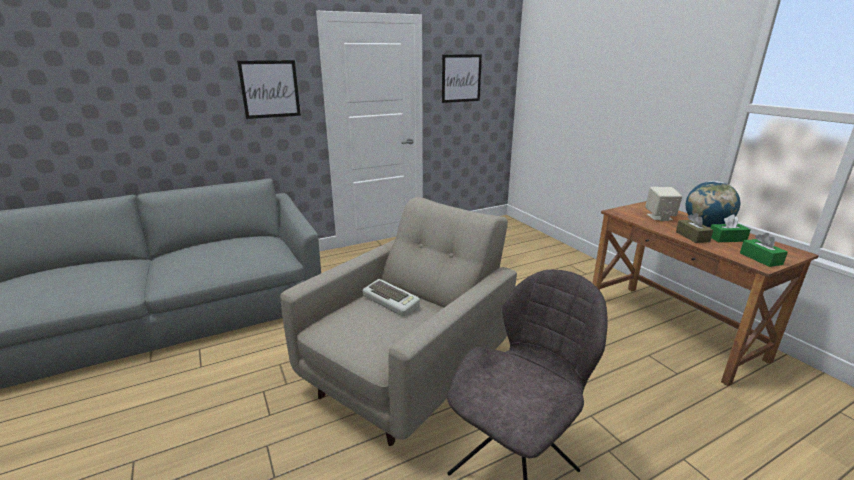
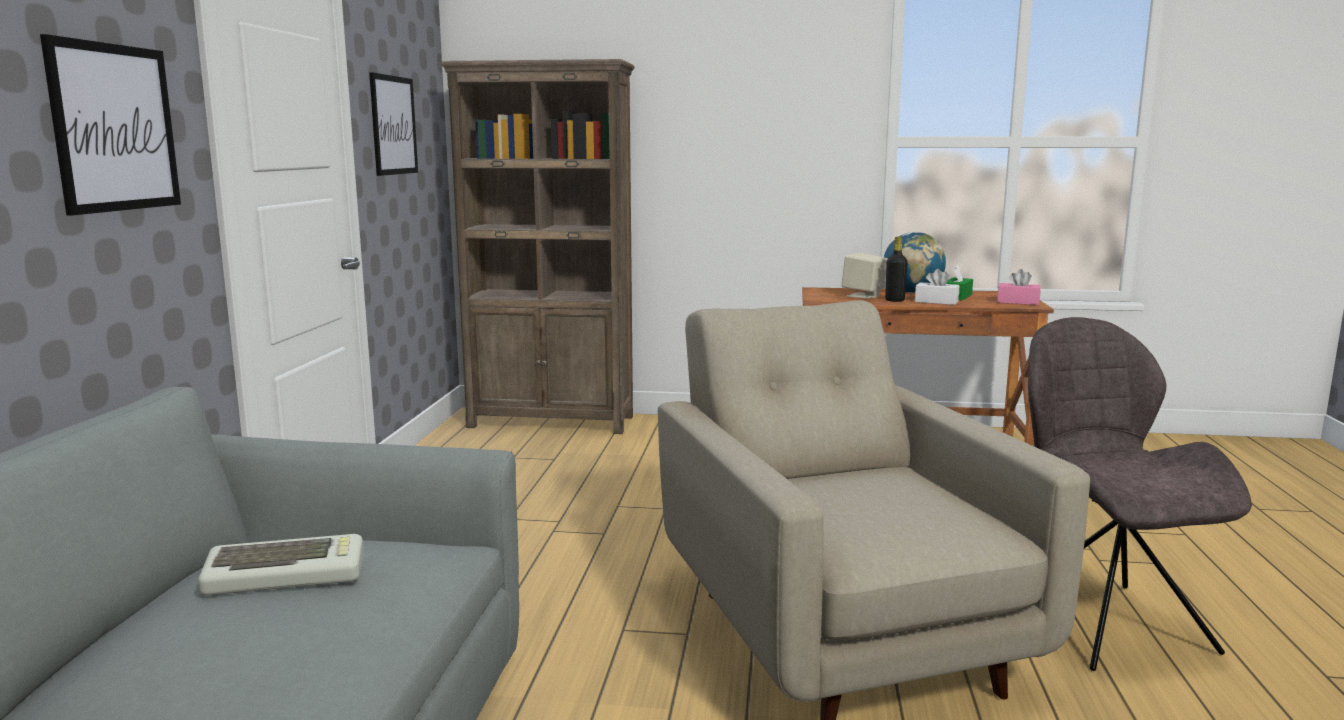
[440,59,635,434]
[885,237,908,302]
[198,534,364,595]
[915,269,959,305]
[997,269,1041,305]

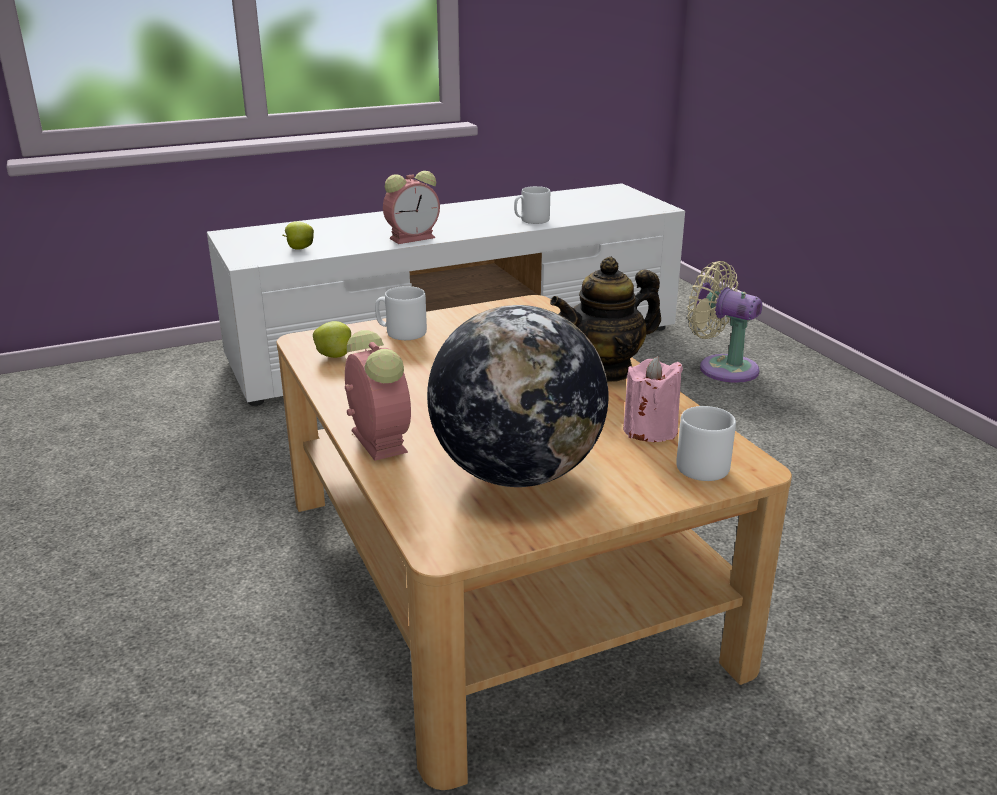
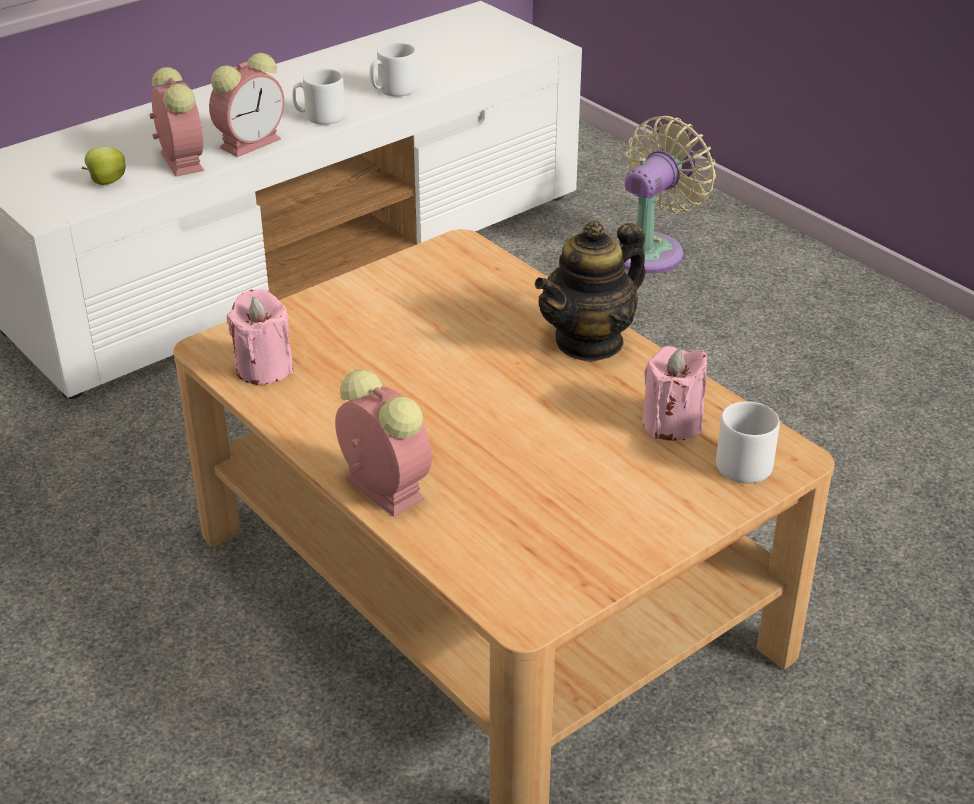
[427,305,609,487] (first image)
[150,67,204,177]
[292,69,345,125]
[226,289,293,385]
[615,116,716,274]

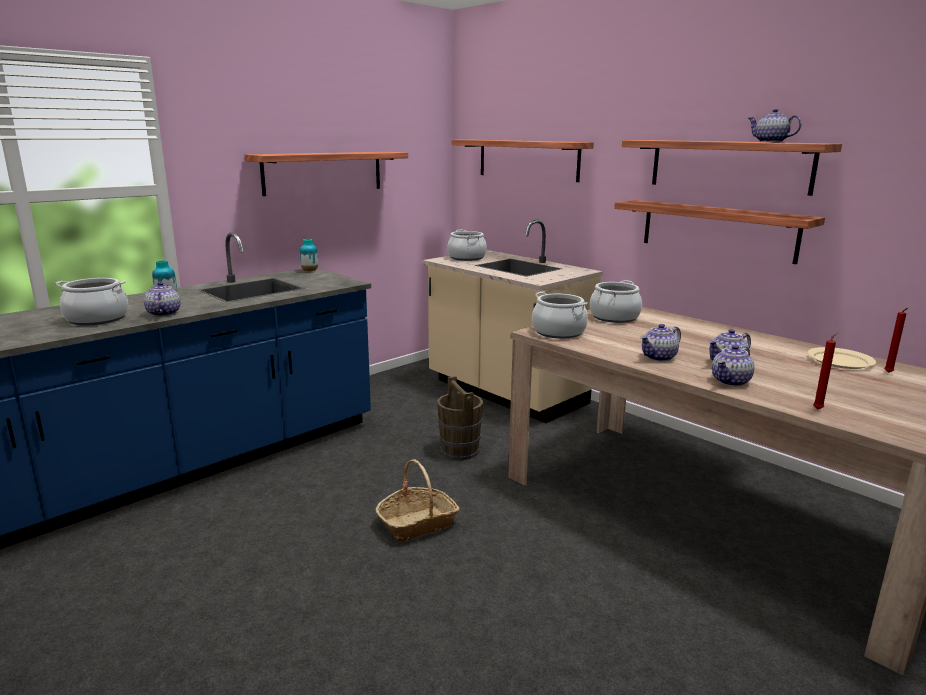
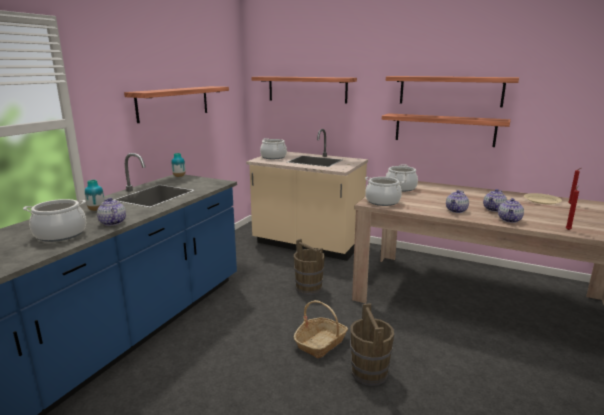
[748,109,802,142] (first image)
[351,303,394,386]

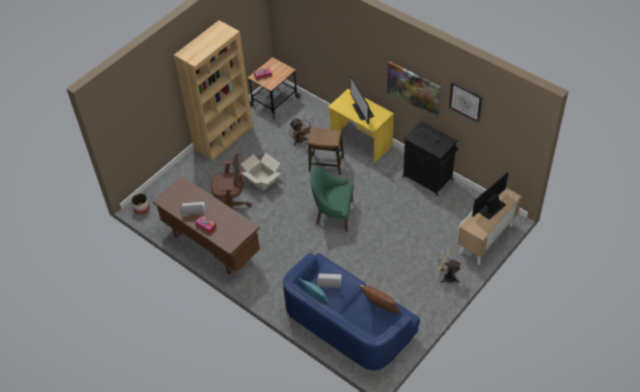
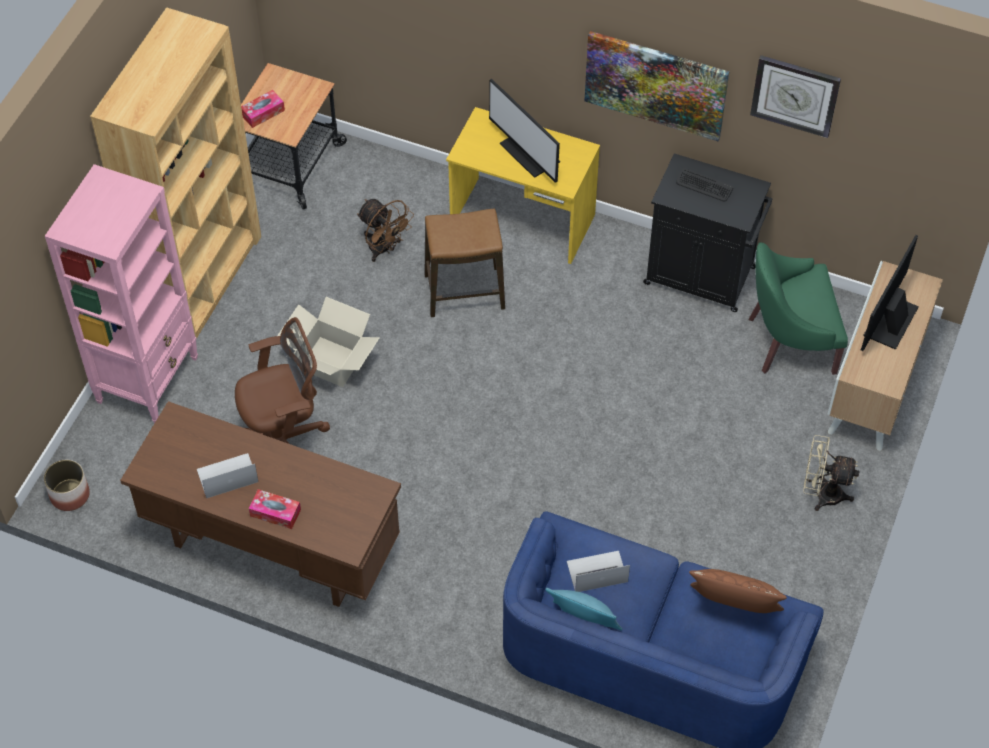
[45,164,198,423]
[748,242,848,375]

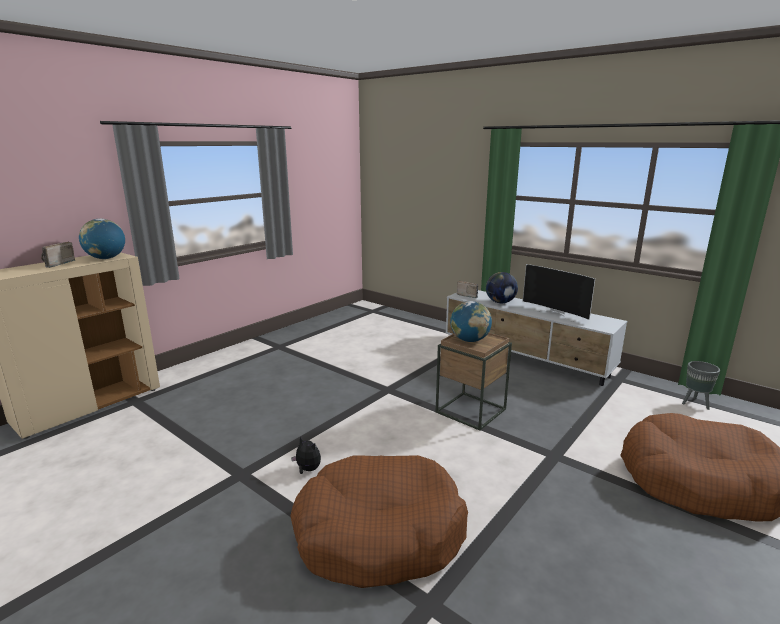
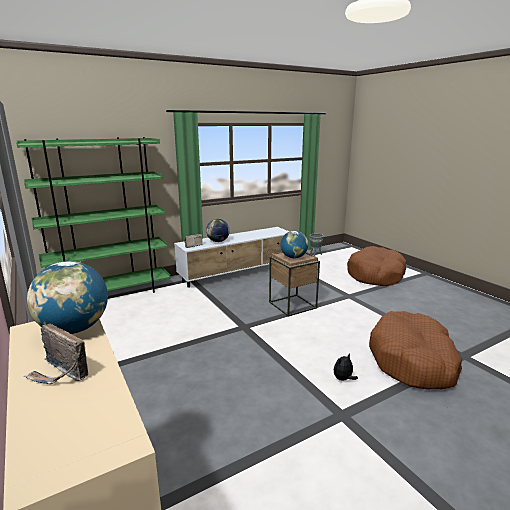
[523,264,595,322] (first image)
[16,137,171,293]

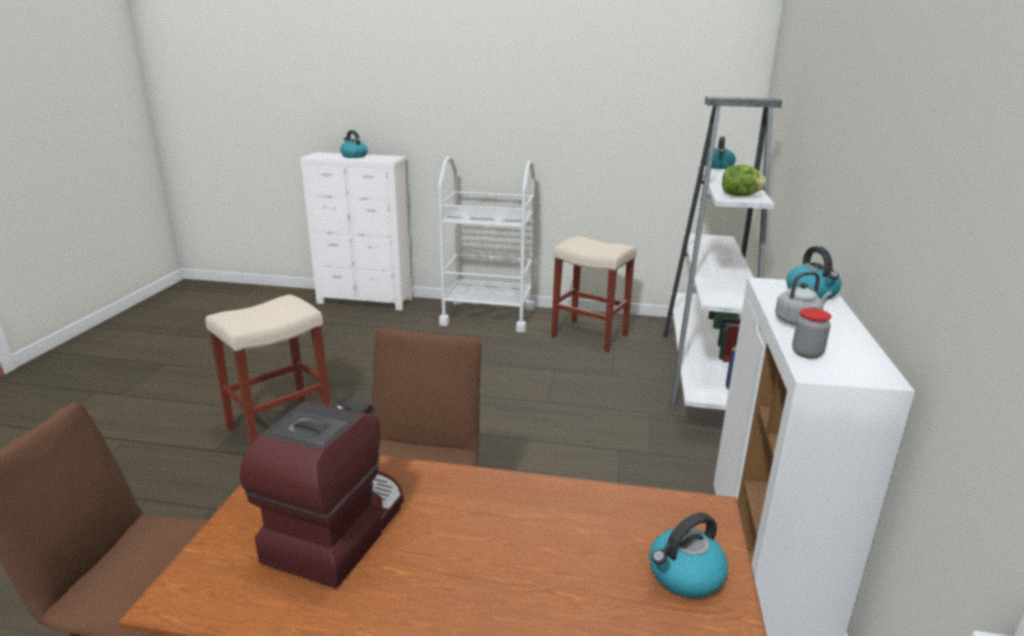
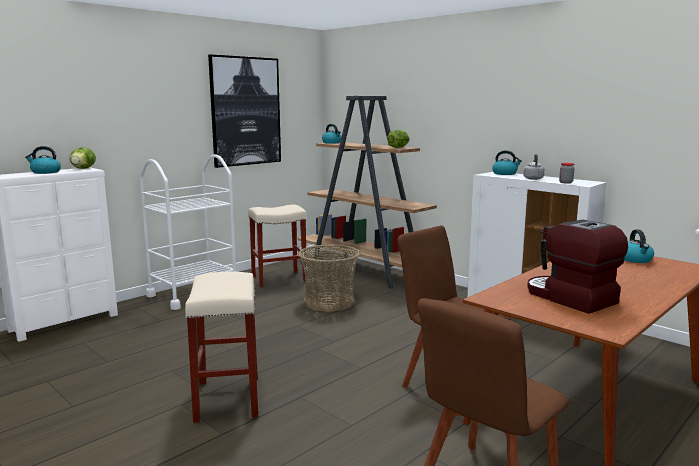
[70,147,96,169]
[208,54,281,168]
[298,244,360,312]
[298,96,437,289]

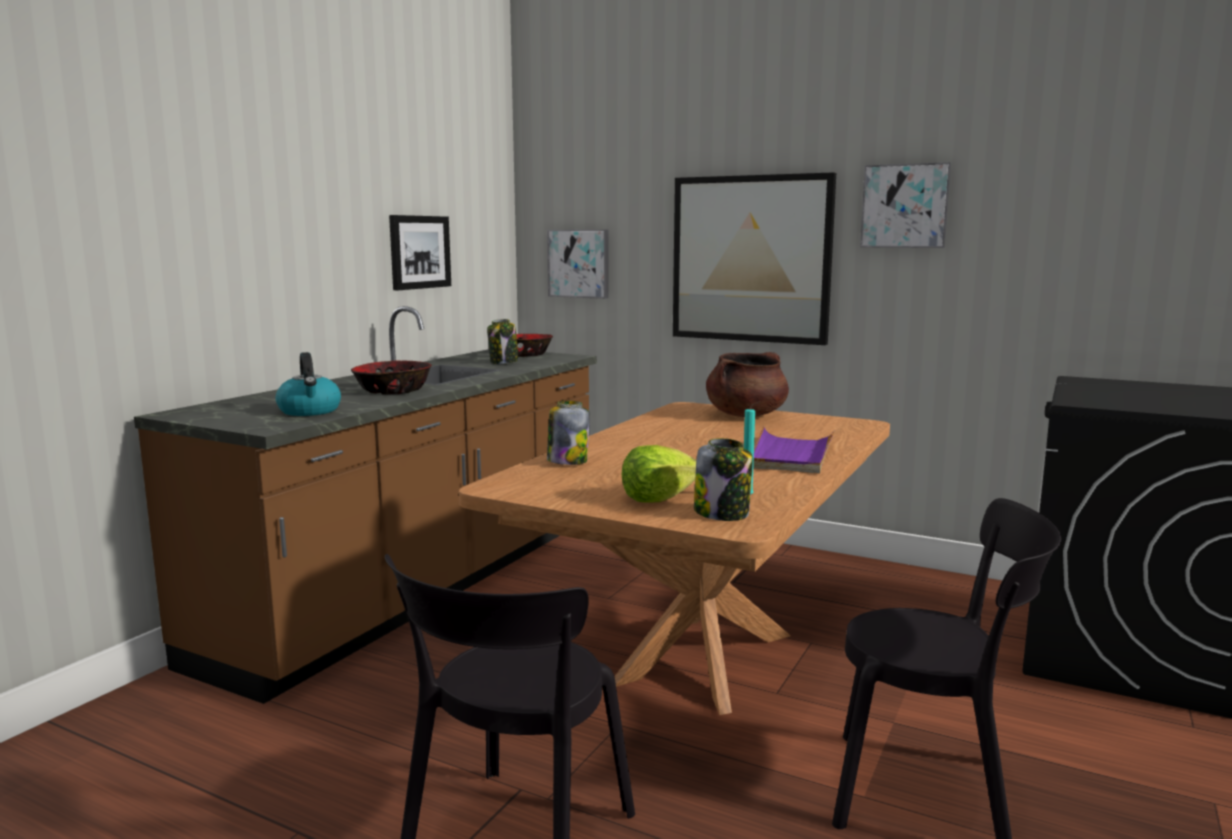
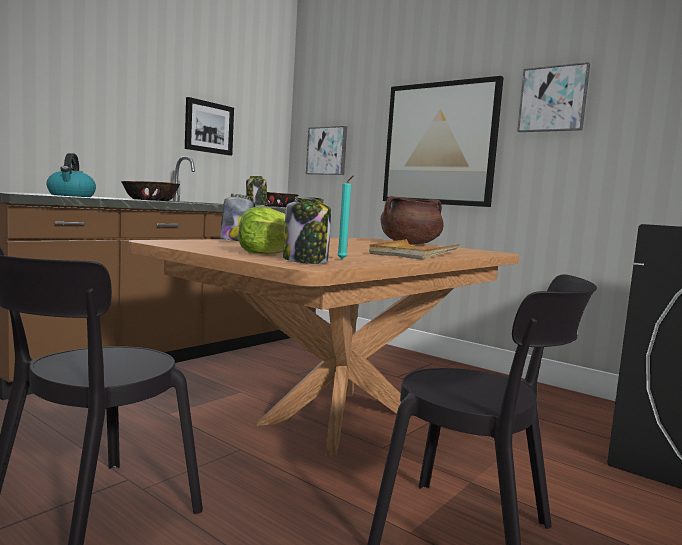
[369,239,460,260]

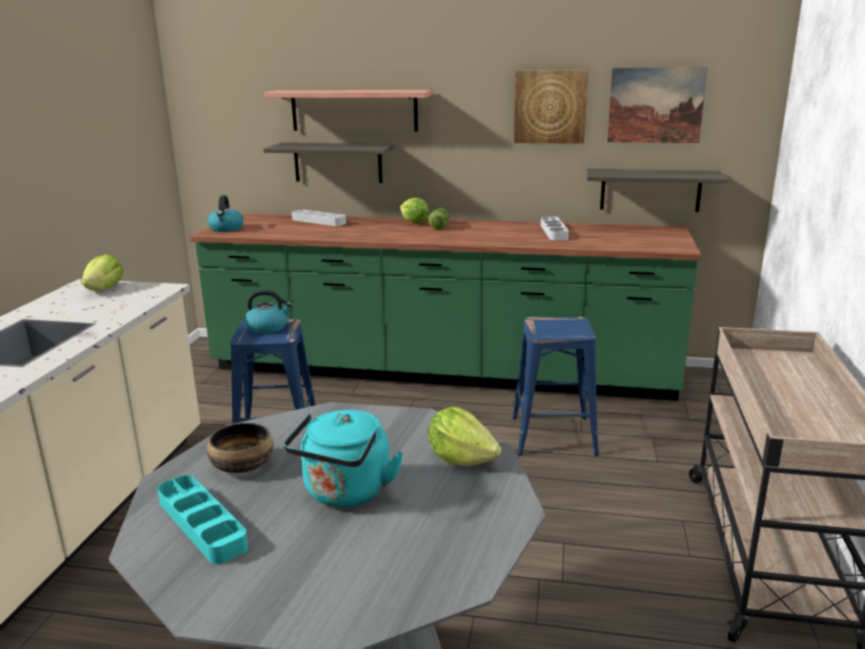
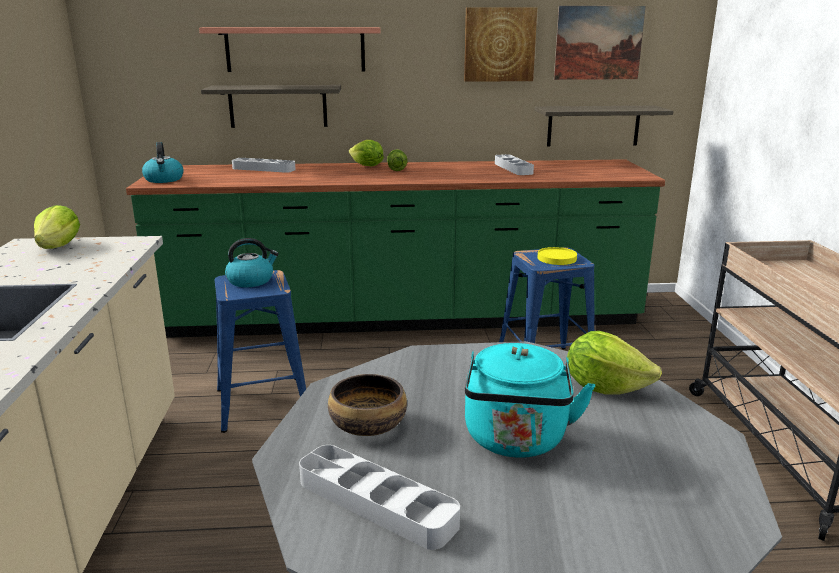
[538,247,577,265]
[299,445,460,550]

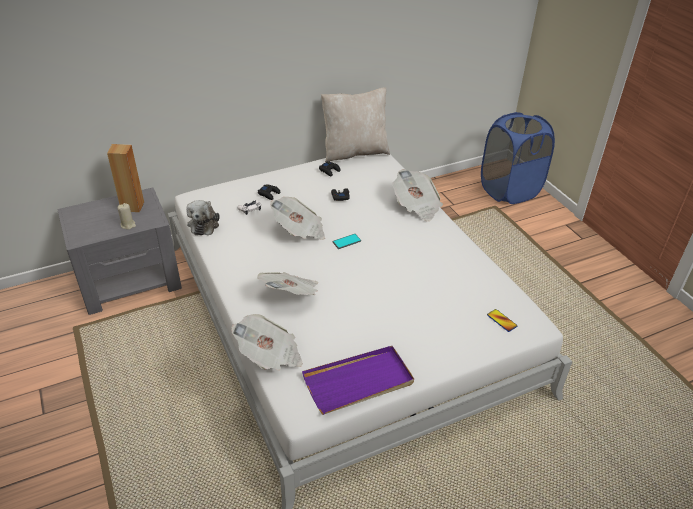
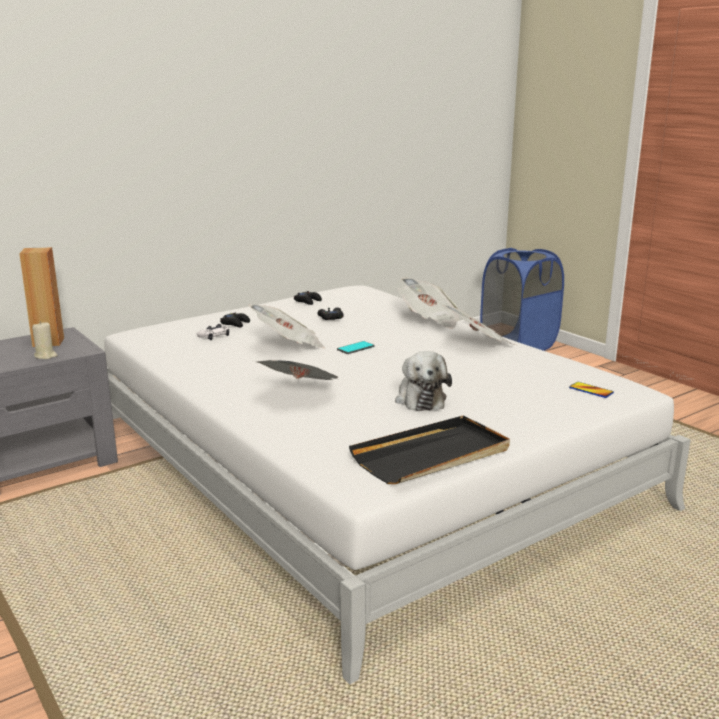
[321,87,390,162] (first image)
[395,351,452,411]
[443,305,515,345]
[349,416,510,484]

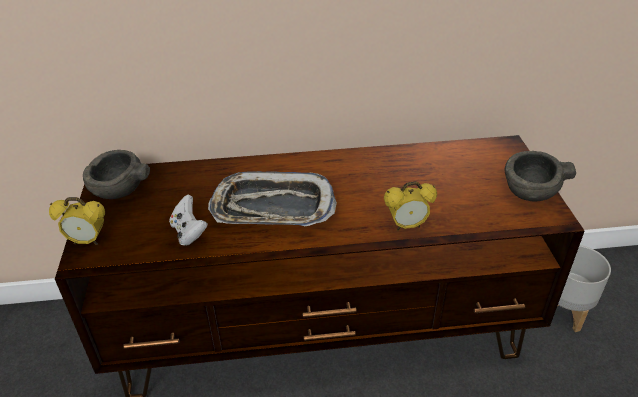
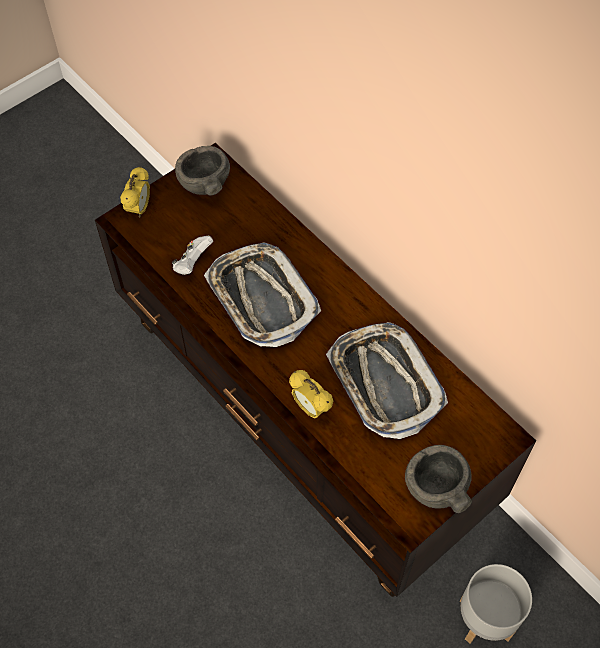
[326,322,448,439]
[120,166,150,218]

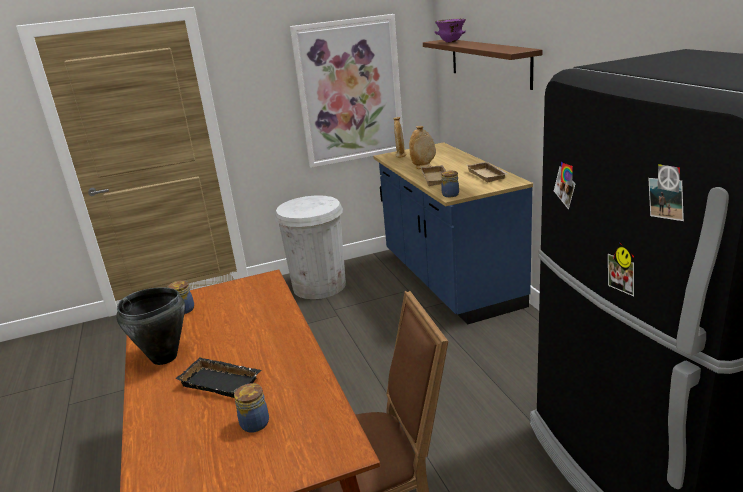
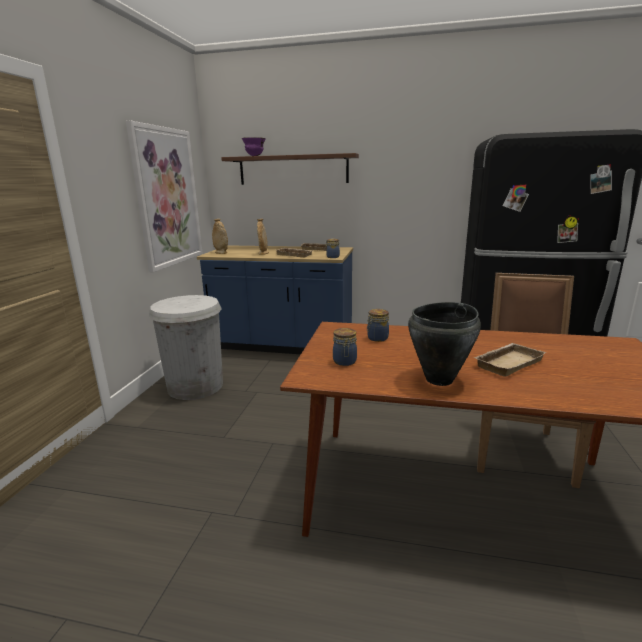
[367,309,389,342]
[473,343,546,377]

